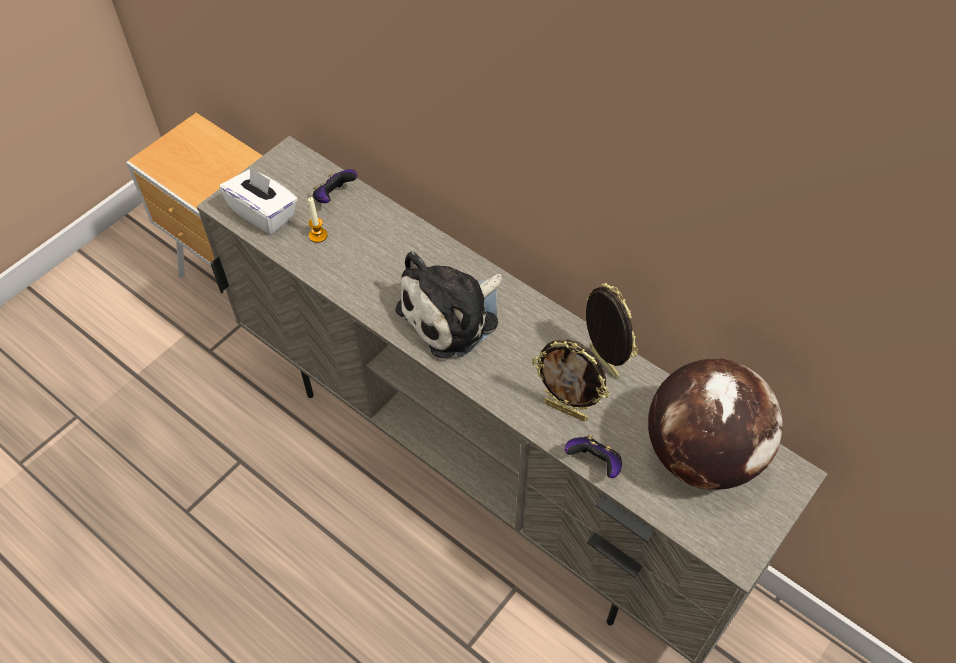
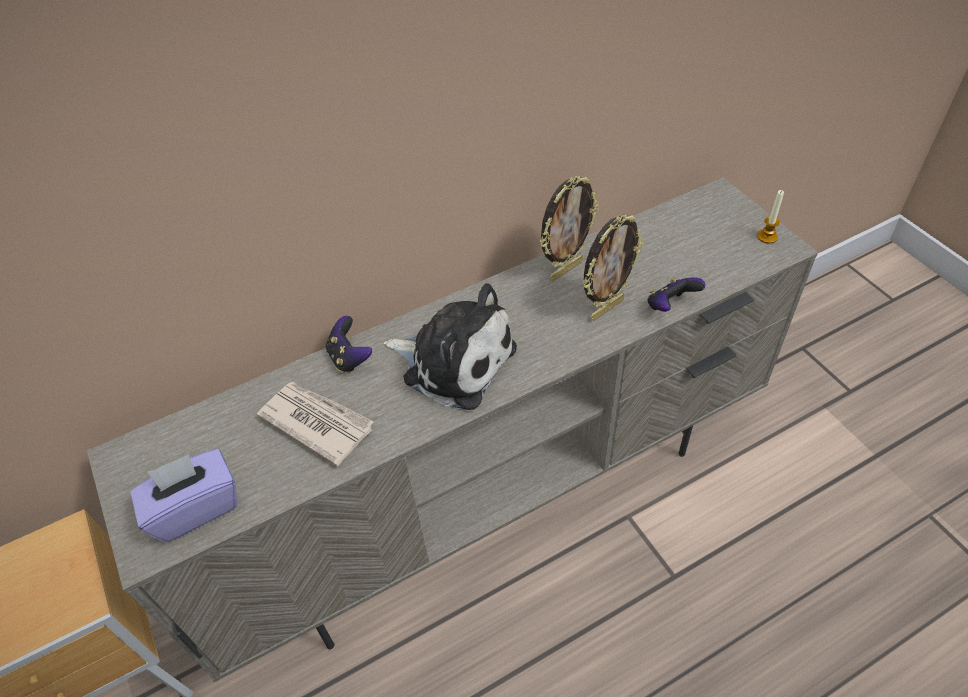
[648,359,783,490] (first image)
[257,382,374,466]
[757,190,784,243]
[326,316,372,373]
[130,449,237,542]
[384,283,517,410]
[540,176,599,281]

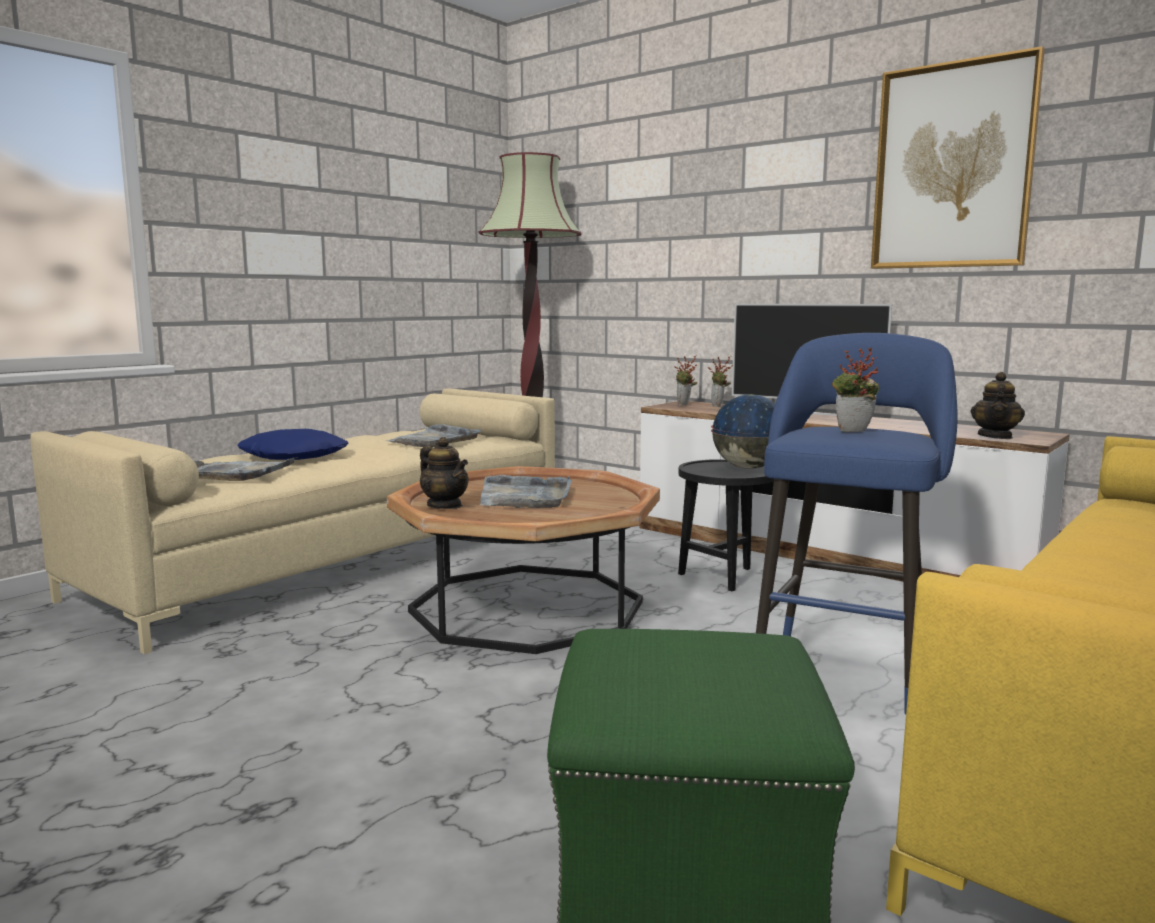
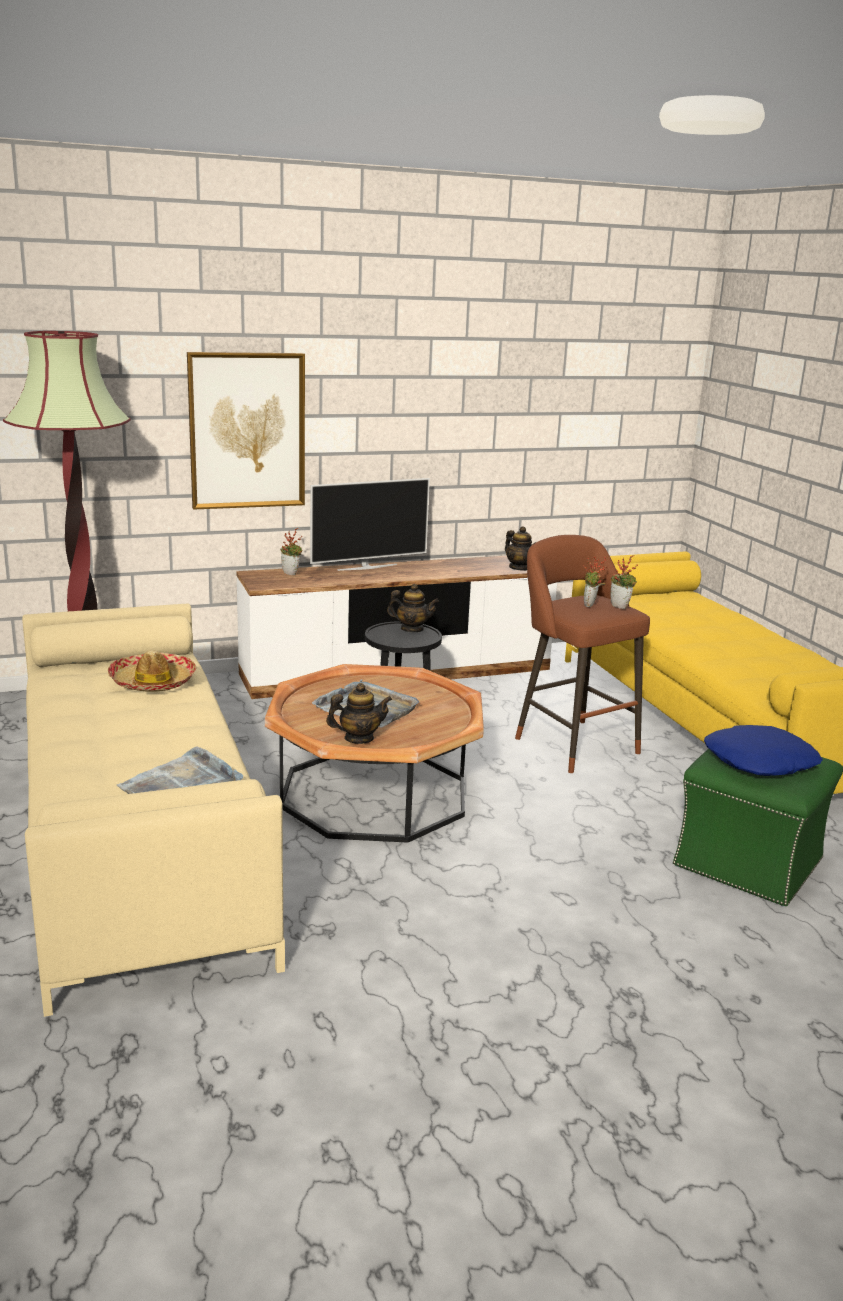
[704,725,823,776]
[610,555,638,609]
[187,352,305,510]
[107,650,196,692]
[387,584,439,632]
[515,535,650,773]

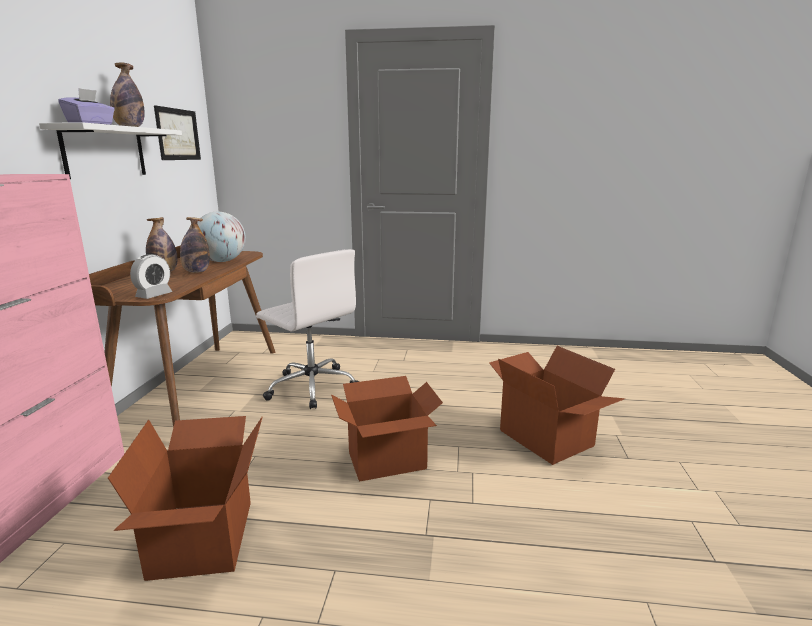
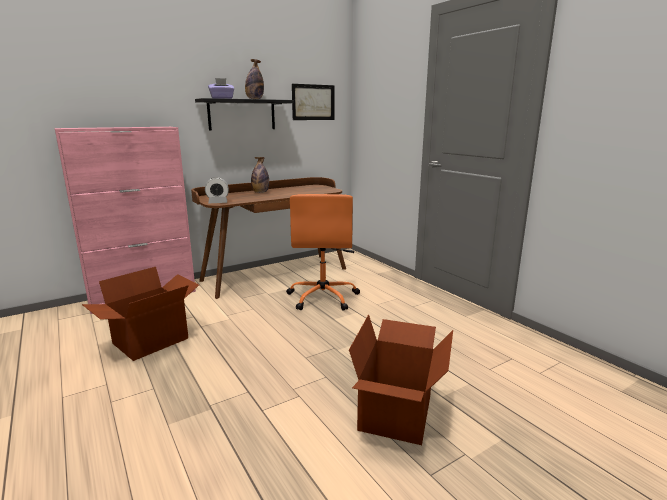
[180,217,210,273] (first image)
[197,212,246,262] (first image)
[331,376,443,482] (first image)
[195,98,294,131]
[286,194,360,311]

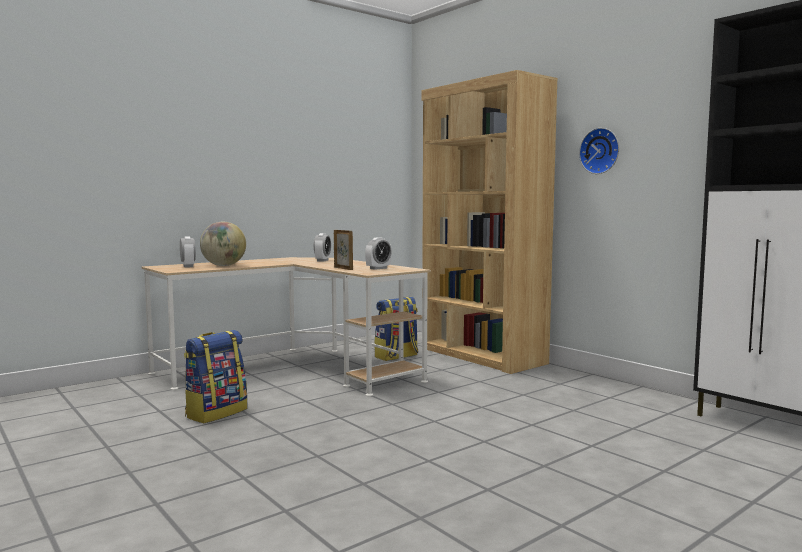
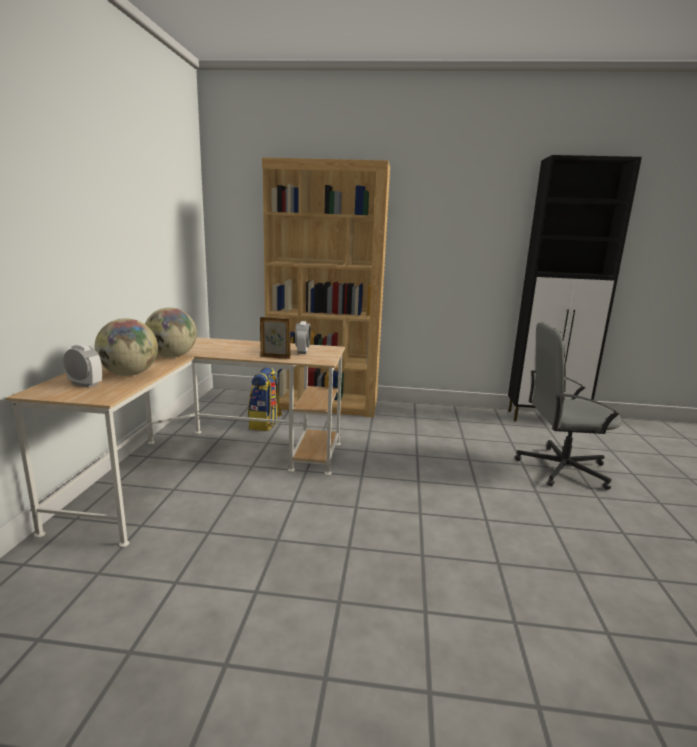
[184,330,247,423] (first image)
[314,233,331,262] (first image)
[579,128,619,174] (first image)
[145,308,197,358]
[515,322,622,490]

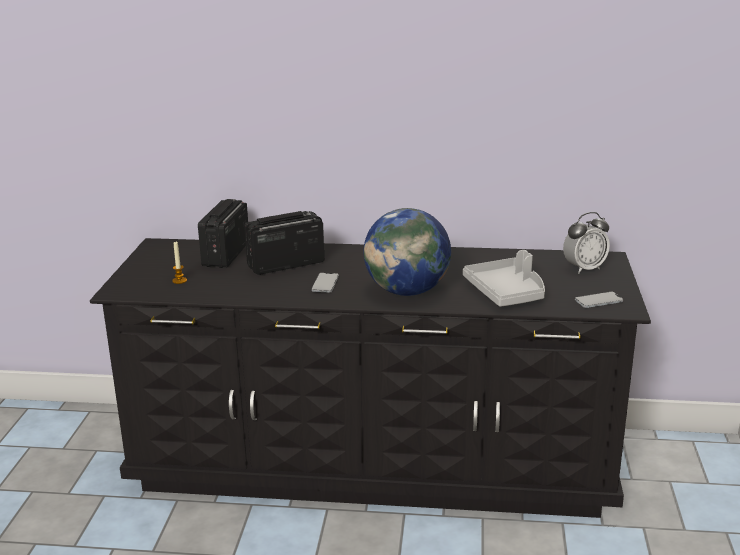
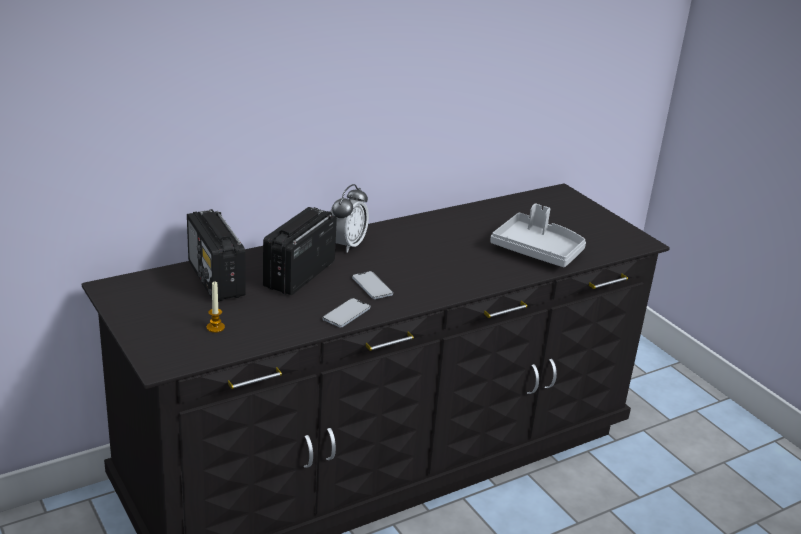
[364,208,451,296] (first image)
[330,184,369,253]
[323,298,370,327]

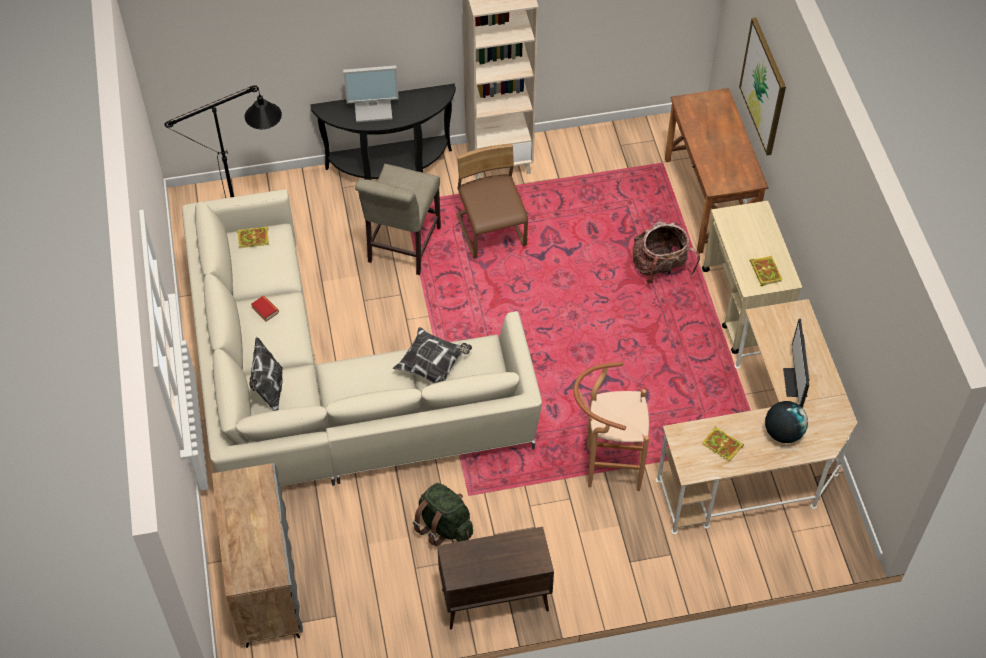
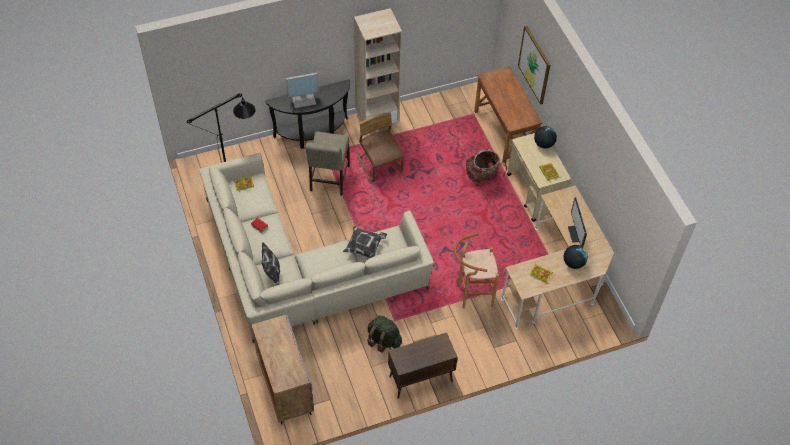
[534,126,557,149]

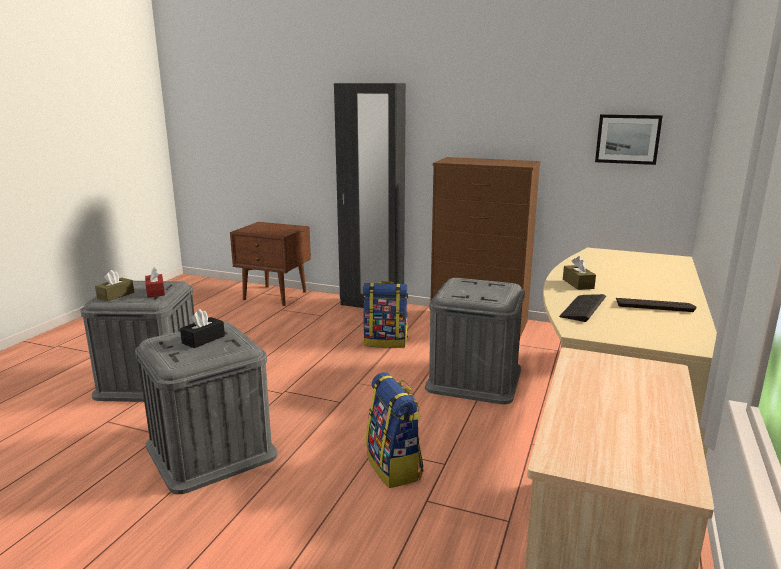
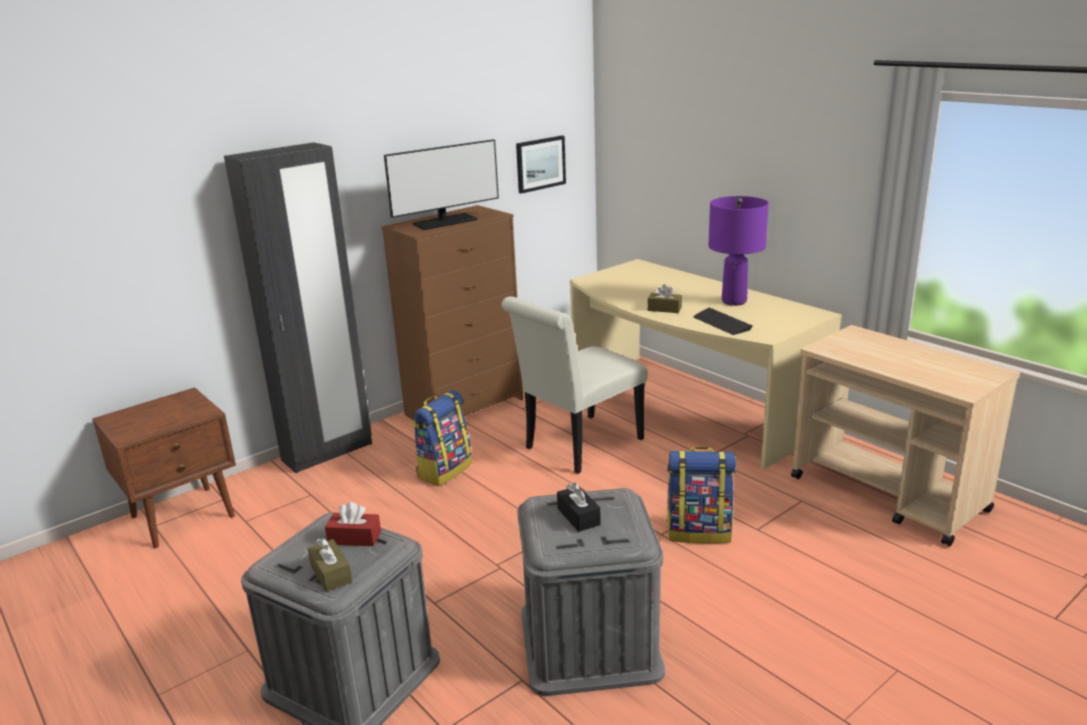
[384,139,499,230]
[502,297,647,474]
[709,196,769,306]

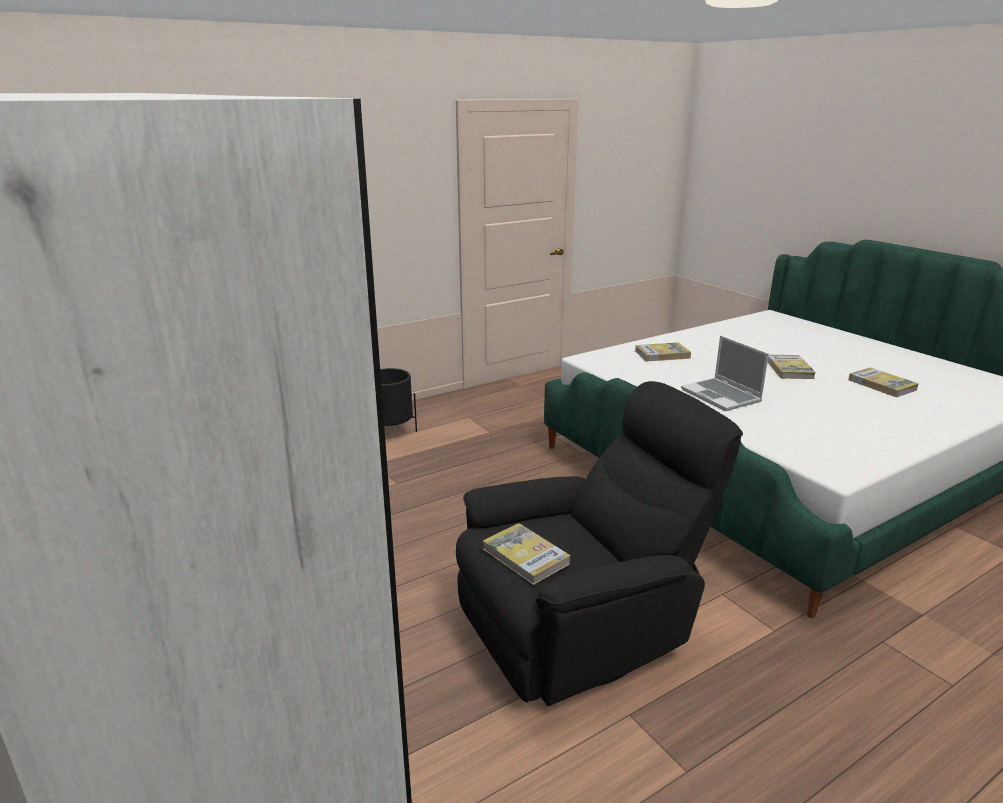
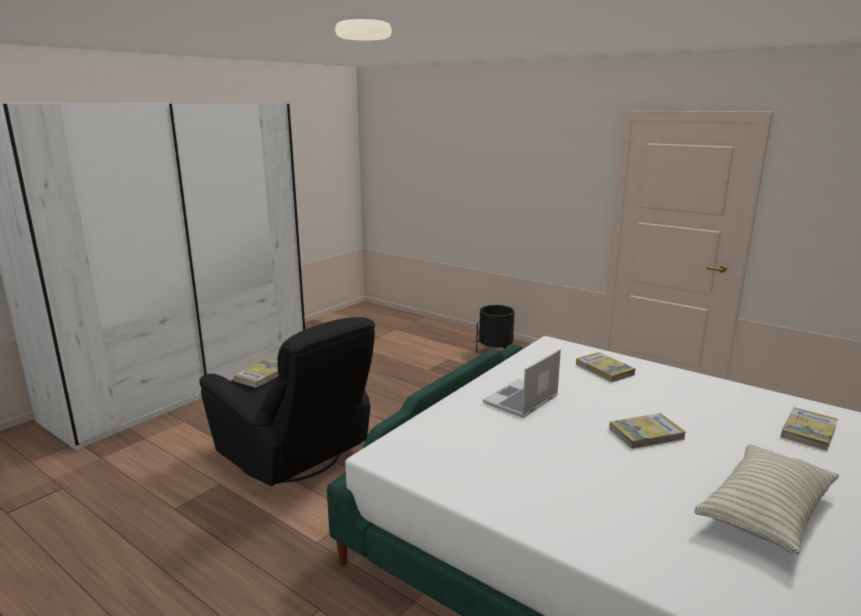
[695,444,839,555]
[781,407,838,451]

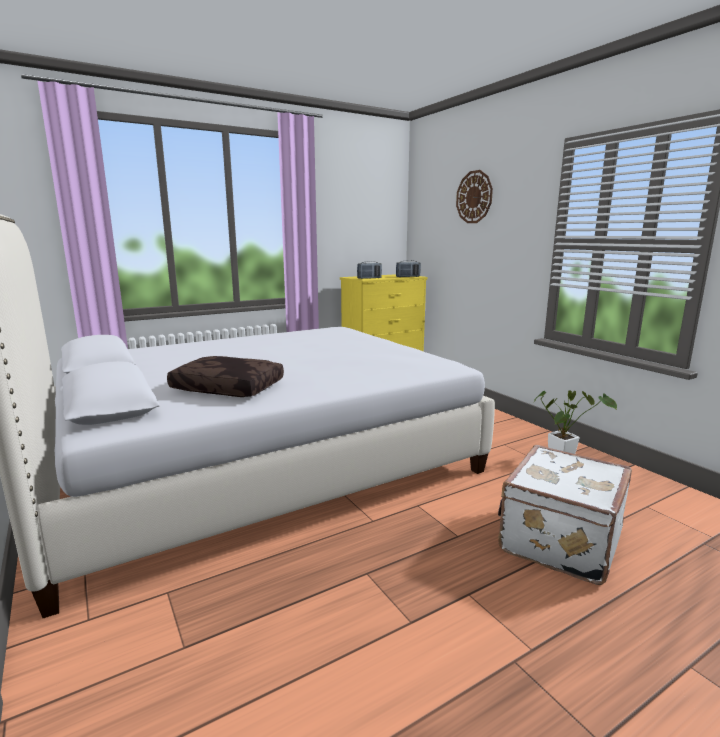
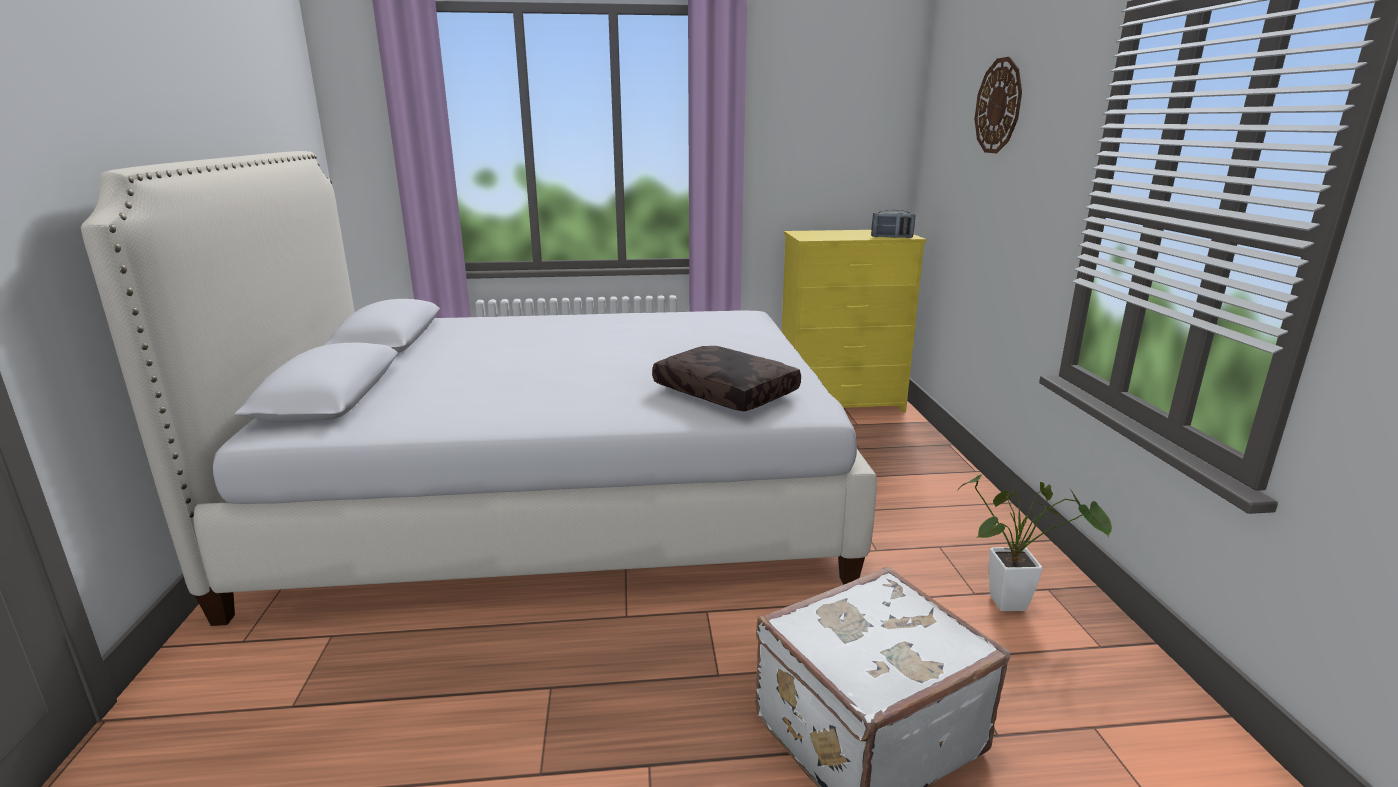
[357,261,382,279] (first image)
[652,346,801,411]

